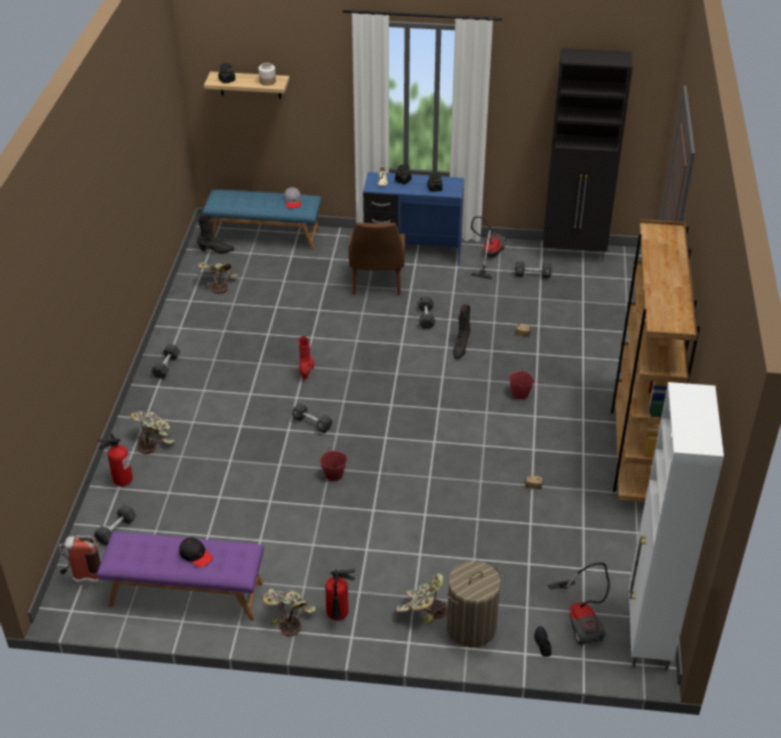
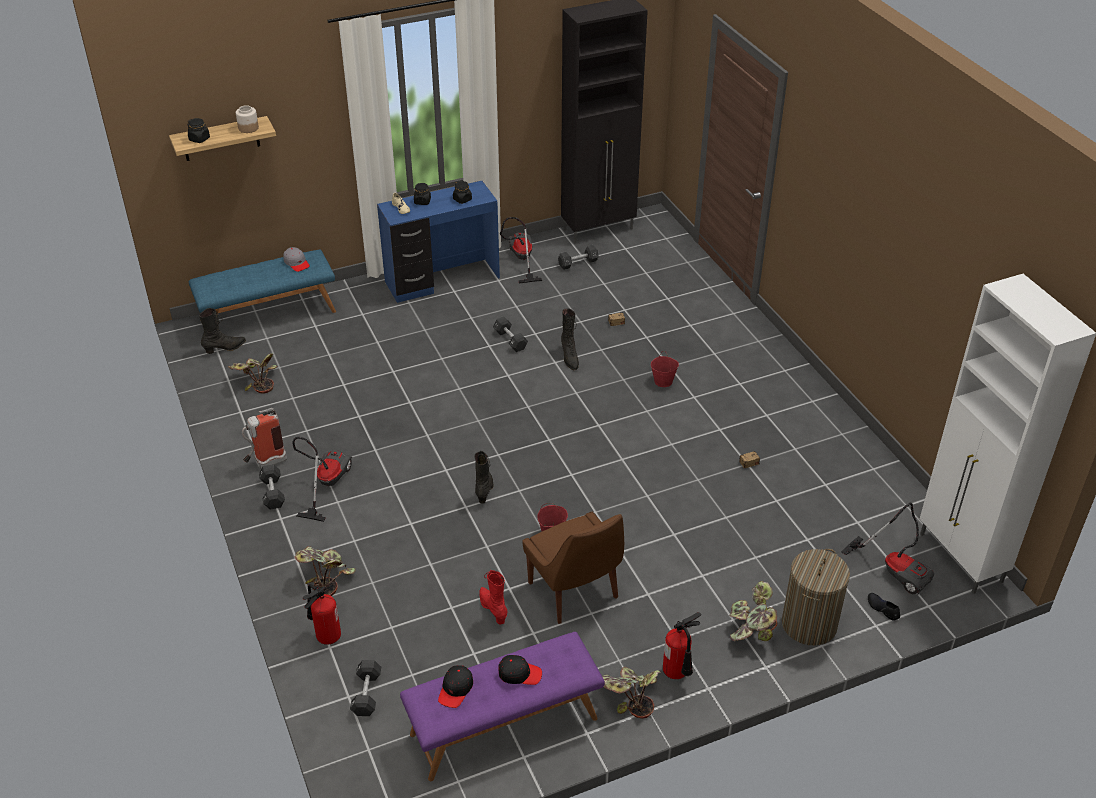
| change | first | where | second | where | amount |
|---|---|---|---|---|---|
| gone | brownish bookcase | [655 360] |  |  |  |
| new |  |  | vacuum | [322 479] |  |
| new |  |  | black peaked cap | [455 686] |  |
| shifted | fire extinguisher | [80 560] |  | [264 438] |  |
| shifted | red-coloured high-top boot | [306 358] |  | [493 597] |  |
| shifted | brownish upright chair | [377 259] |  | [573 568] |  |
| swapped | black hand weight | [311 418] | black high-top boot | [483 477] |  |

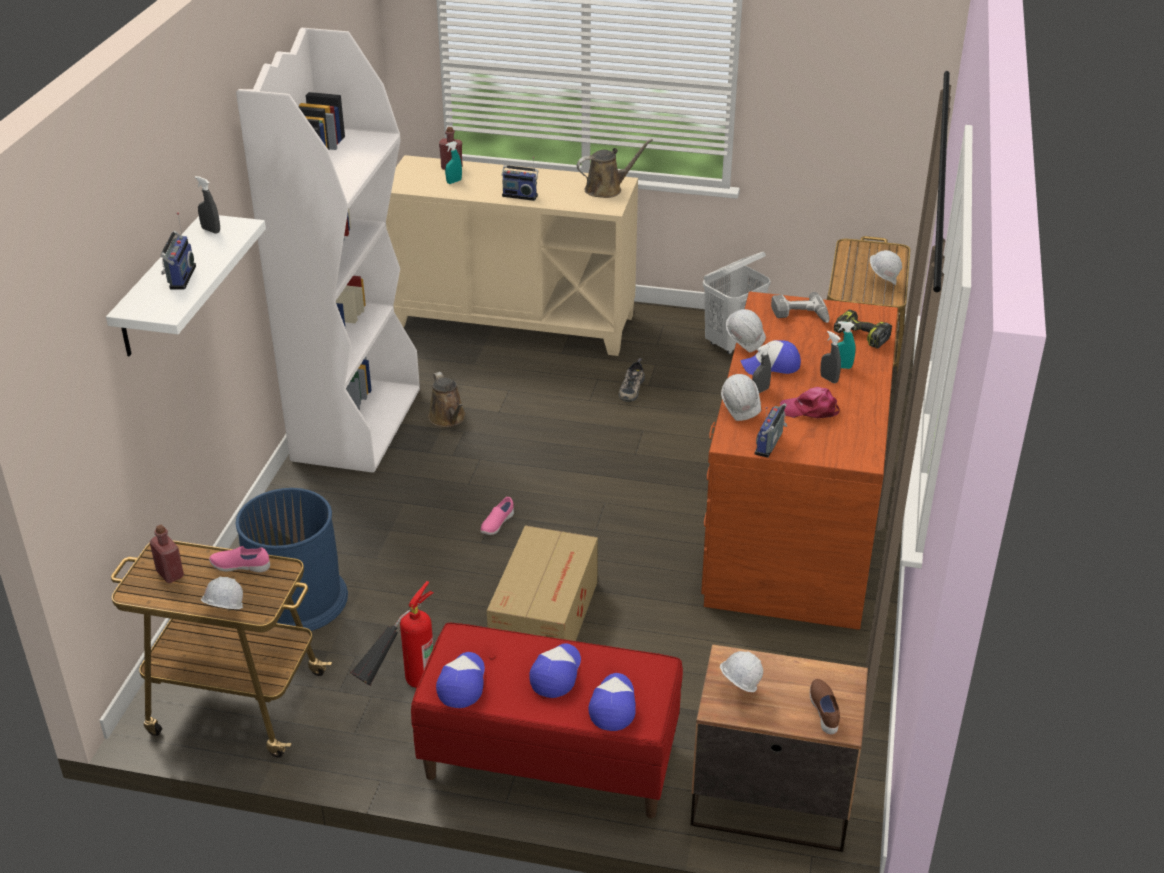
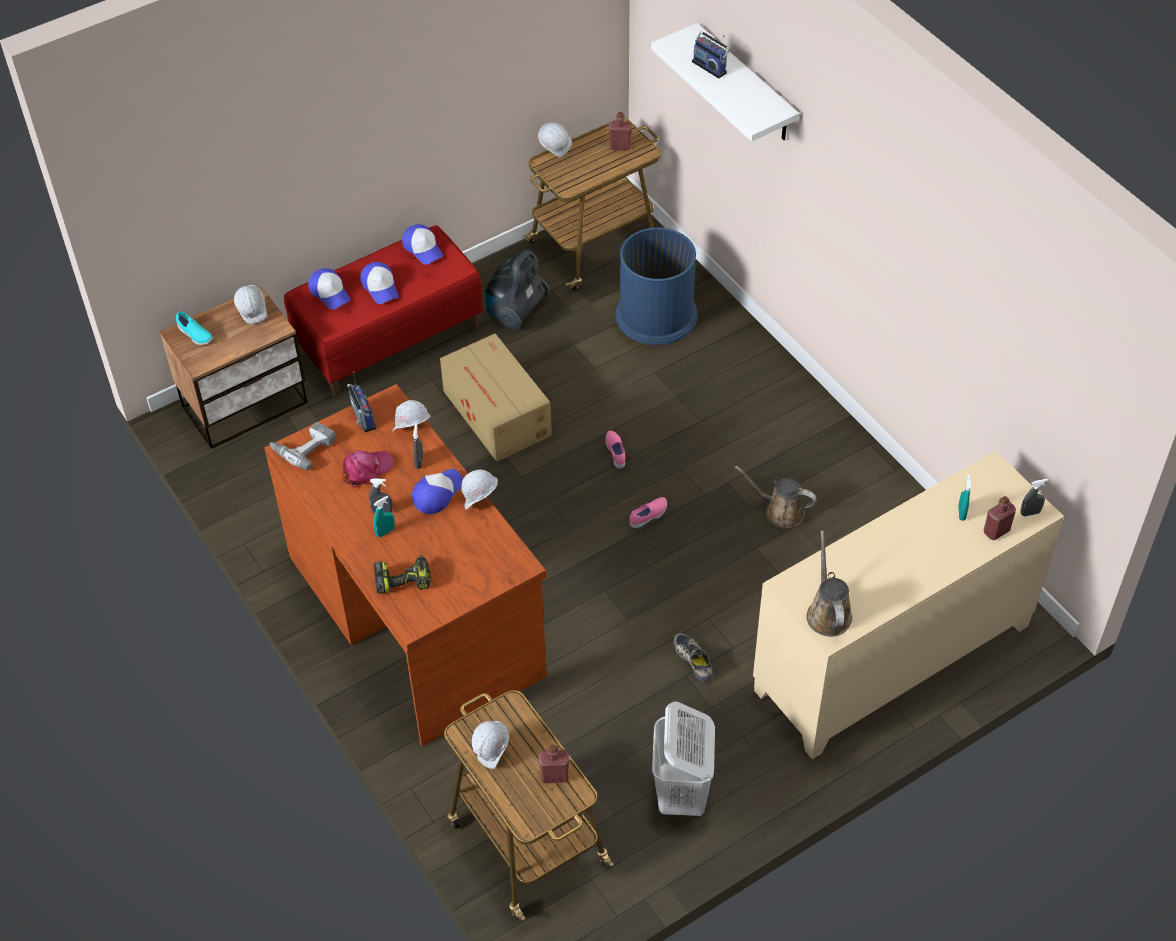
| change | first | where | second | where | amount |
|---|---|---|---|---|---|
| gone | white bookcase | [328 250] |  |  |  |
| gone | radio | [520 179] |  |  |  |
| new |  |  | red-coloured drink bottle | [553 764] |  |
| shifted | greyish spray bottle | [207 205] |  | [1034 497] |  |
| shifted | pink-coloured low shoe | [239 559] |  | [648 512] |  |
| shifted | electric drill | [800 307] |  | [303 446] |  |
| swapped | fire extinguisher | [392 634] | vacuum | [517 289] |  |
| repainted | brownish low shoe | [825 706] | turquoise low shoe | [194 328] |  |
| rotated | brownish watering pot | [615 168] |  | [829 584] | 150 degrees clockwise |

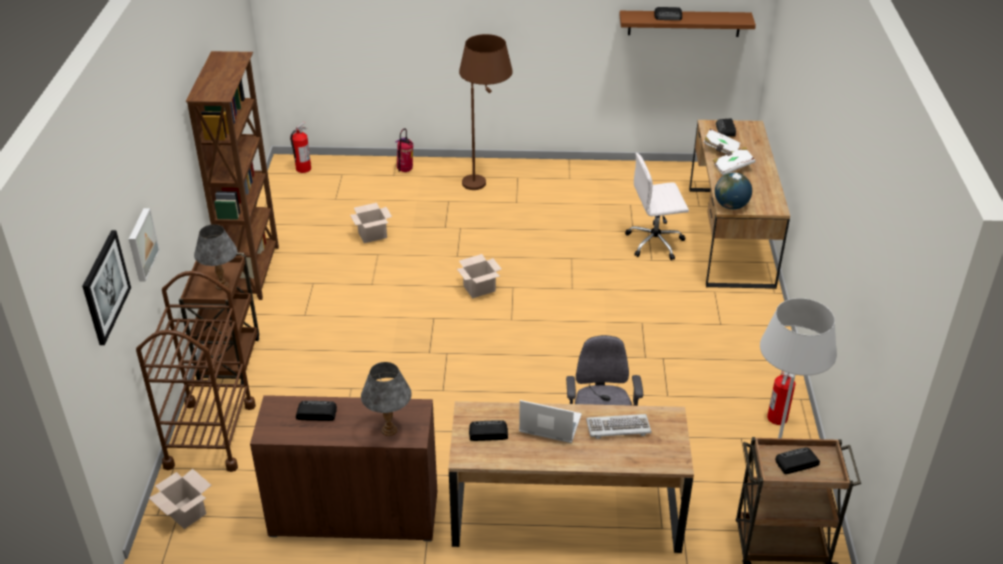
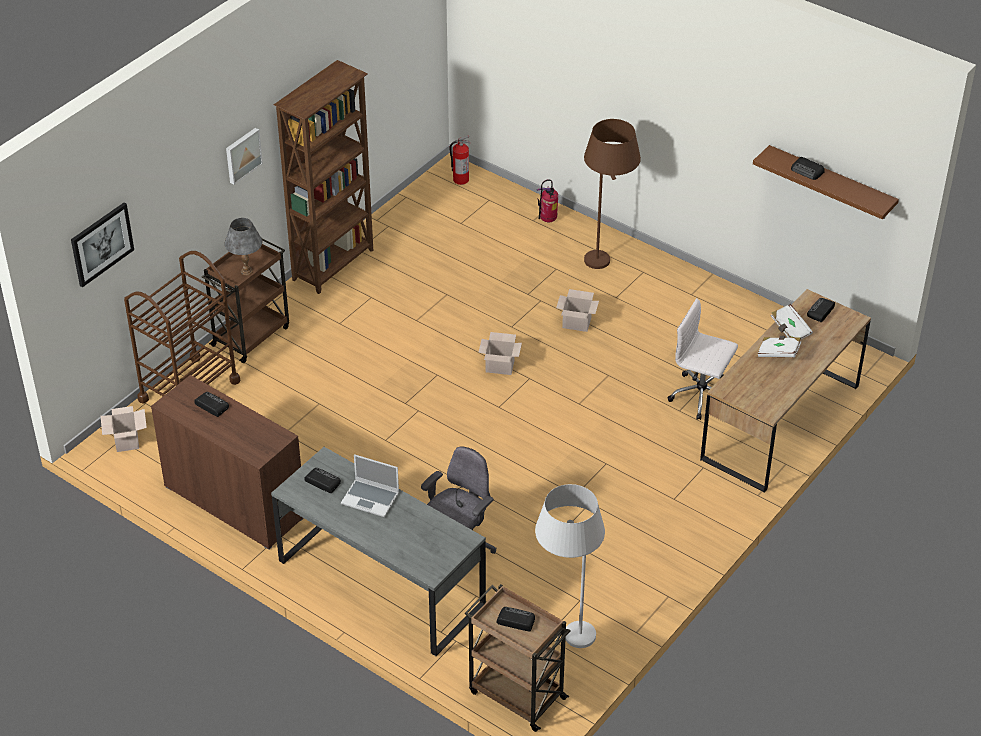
| change | first | where | second | where | amount |
|---|---|---|---|---|---|
| gone | greyish tabletop lamp | [386 399] |  |  |  |
| gone | computer keyboard | [619 426] |  |  |  |
| gone | world globe | [733 191] |  |  |  |
| gone | fire extinguisher | [781 398] |  |  |  |
| shifted | picture | [144 244] |  | [244 156] |  |
| shifted | carton | [371 223] |  | [577 310] |  |
| repainted | brownish desk unit | [571 477] | greyish desk unit | [378 552] |  |
| rotated | notebook computer | [550 421] |  | [370 485] | 150 degrees clockwise |

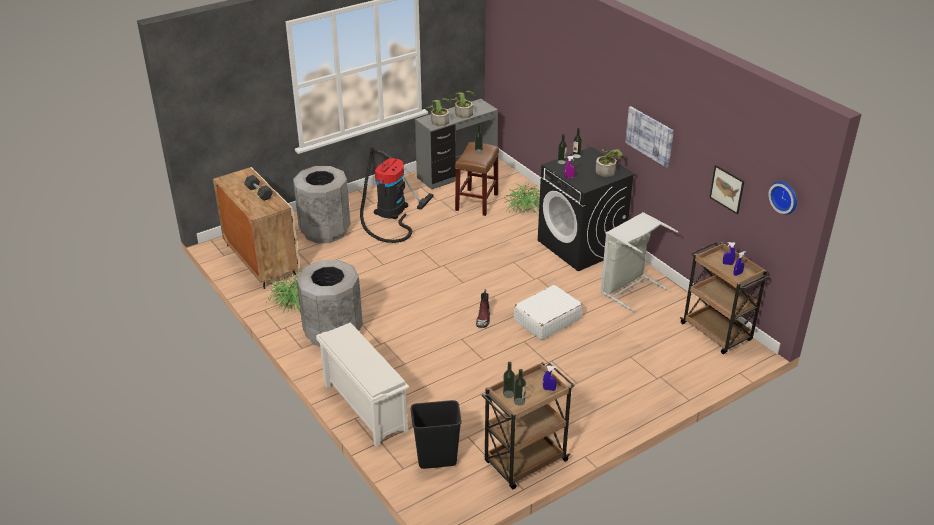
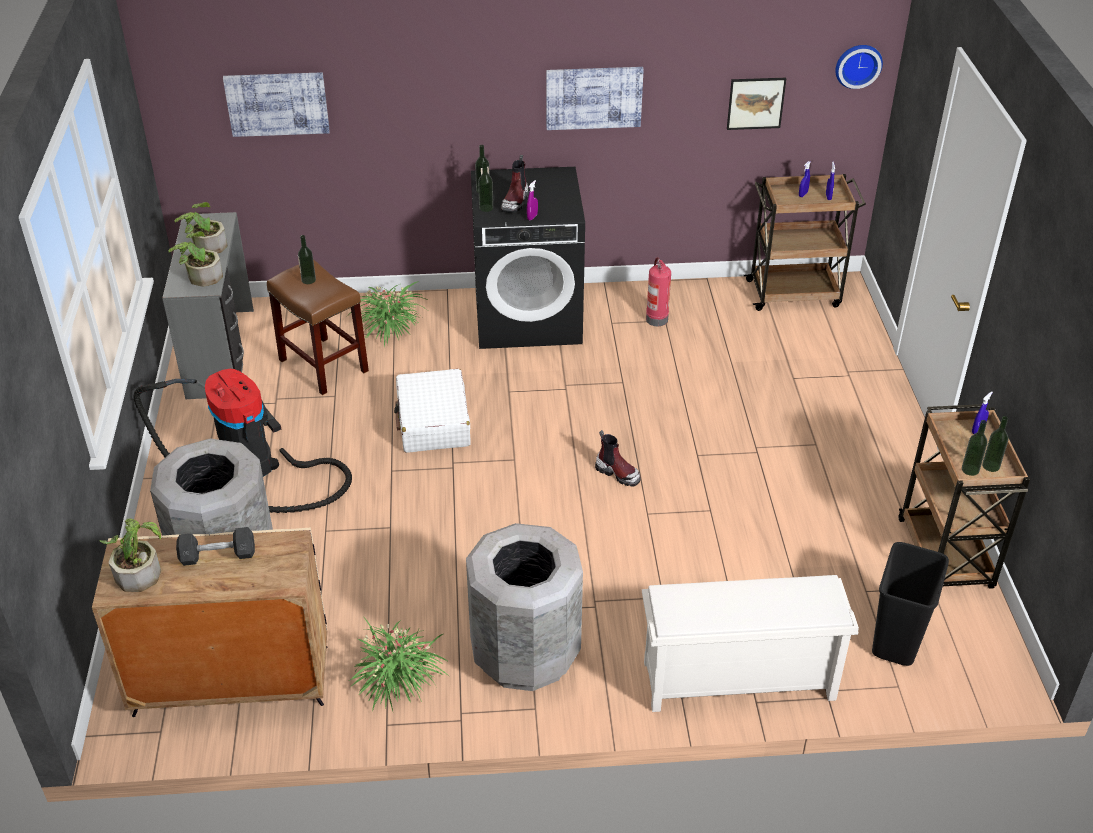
| change | first | where | second | where | amount |
|---|---|---|---|---|---|
| new |  |  | picture | [276 104] |  |
| new |  |  | high-top boot | [515 184] |  |
| shifted | white suitcase | [548 312] |  | [432 411] |  |
| shifted | plant in a pot | [608 163] |  | [130 555] |  |
| swapped | greyish hamper | [639 262] | fire extinguisher | [658 291] |  |

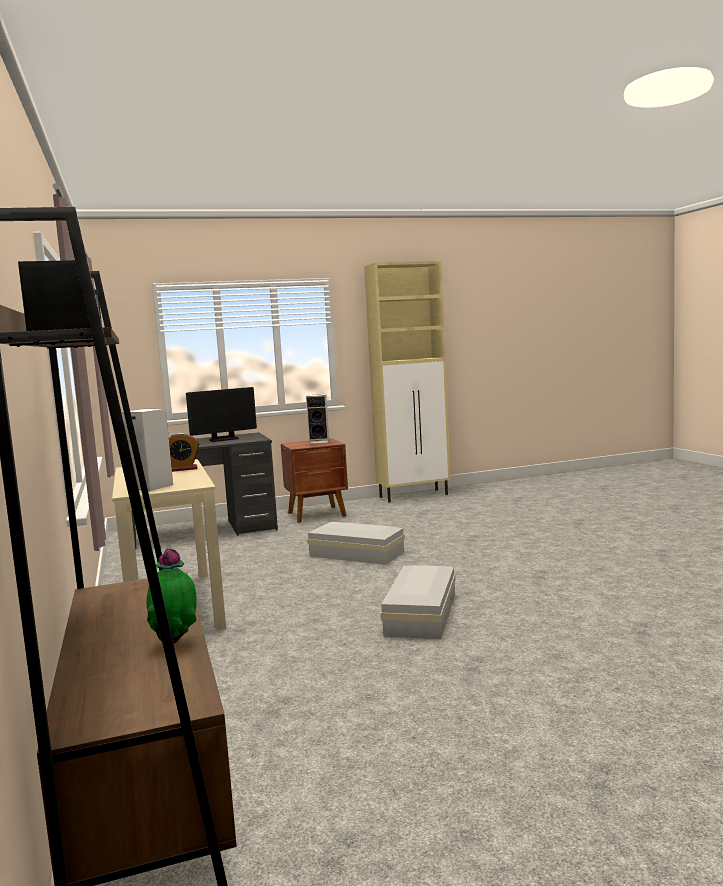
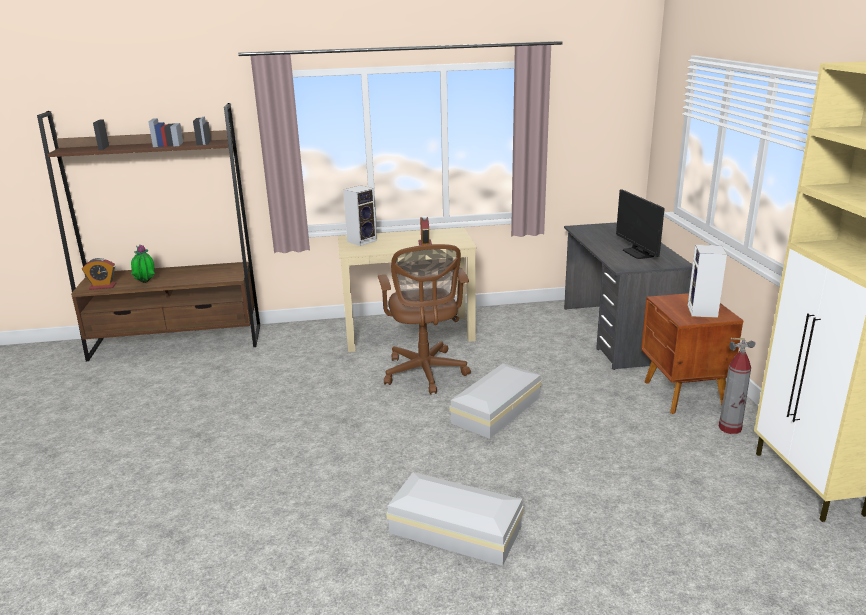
| change | first | where | second | where | amount |
|---|---|---|---|---|---|
| new |  |  | table clock | [99 274] |  |
| new |  |  | brownish computer chair | [424 319] |  |
| new |  |  | fire extinguisher | [737 386] |  |
| shifted | white storage box | [418 602] |  | [455 519] |  |

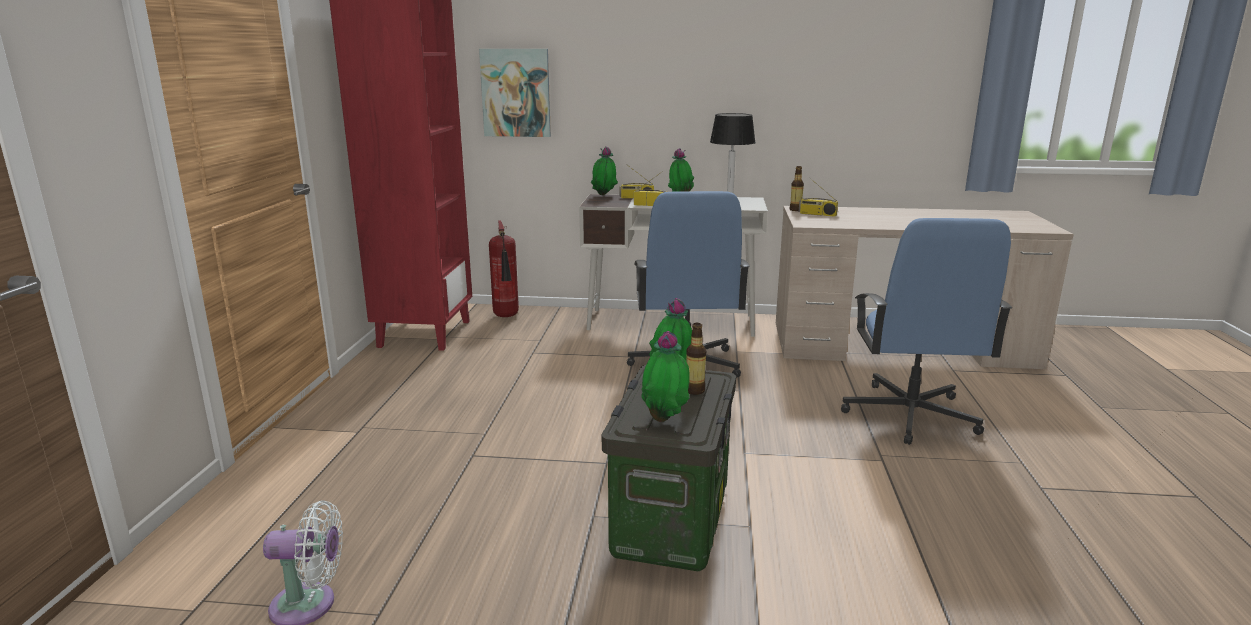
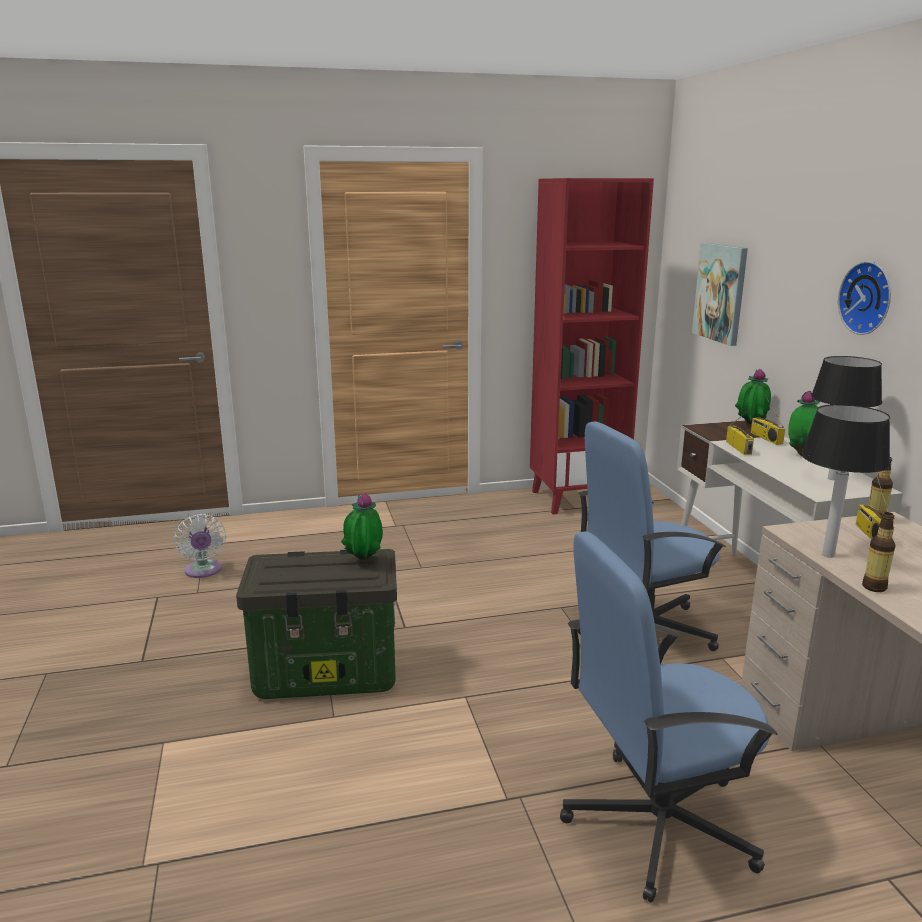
| change | first | where | second | where | amount |
|---|---|---|---|---|---|
| gone | fire extinguisher | [504 268] |  |  |  |
| gone | plant in a pot | [665 376] |  |  |  |
| new |  |  | tabletop lamp | [845 481] |  |
| new |  |  | clock on the wall | [864 298] |  |
| shifted | drink bottle | [696 359] |  | [879 552] |  |

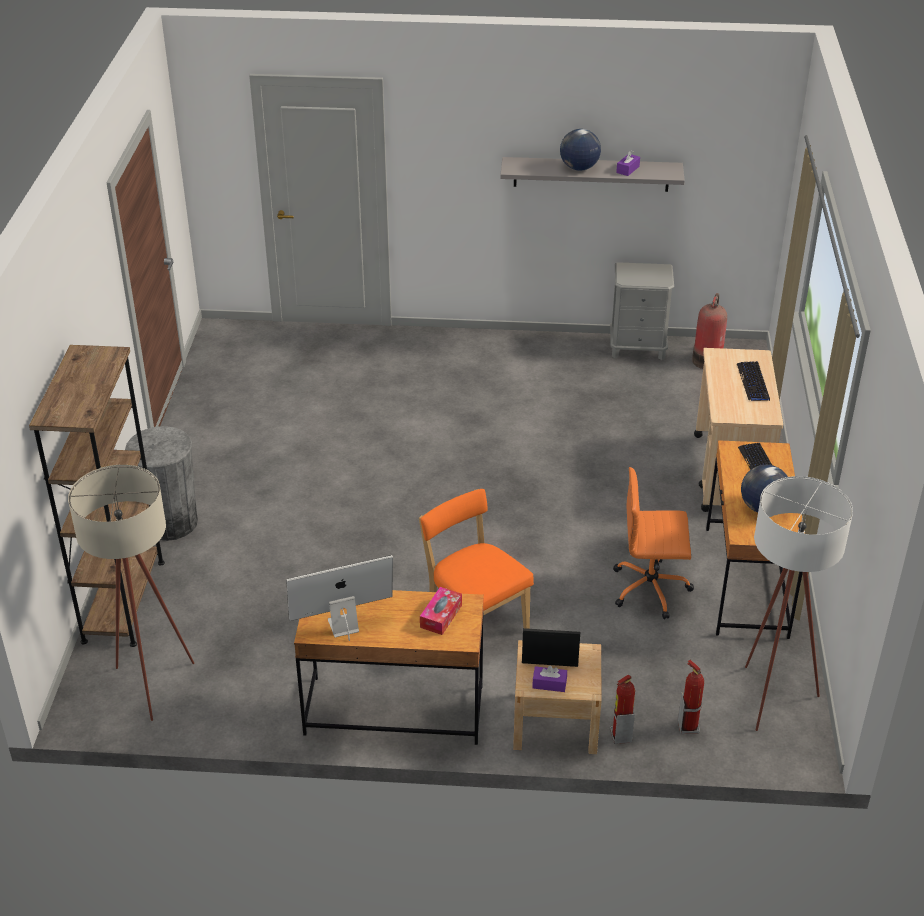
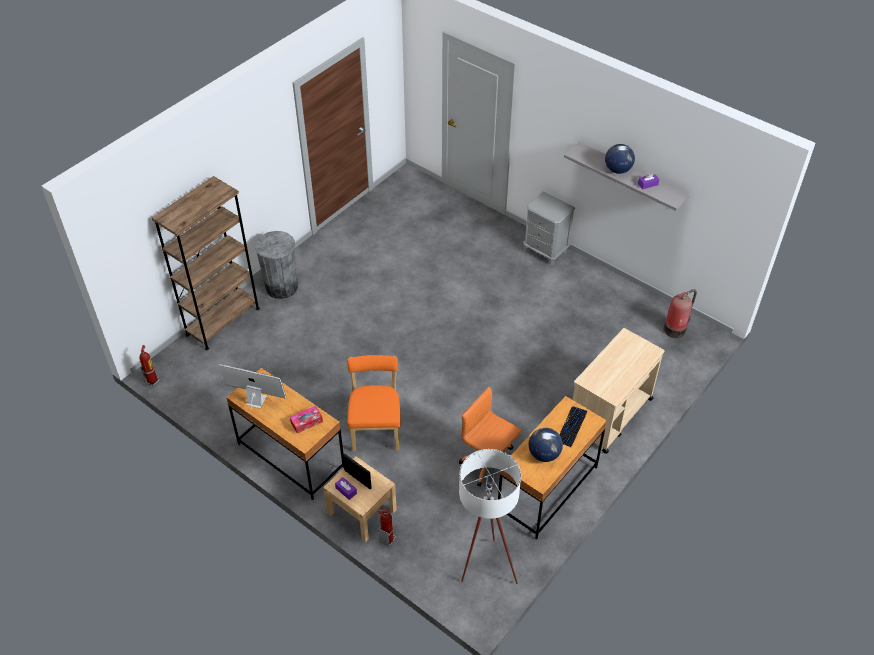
| change | first | where | second | where | amount |
|---|---|---|---|---|---|
| gone | beige standing lamp | [131 593] |  |  |  |
| gone | computer keyboard | [753 381] |  |  |  |
| shifted | greyish bedside table | [642 311] |  | [549 228] |  |
| shifted | fire extinguisher | [691 697] |  | [149 366] |  |

